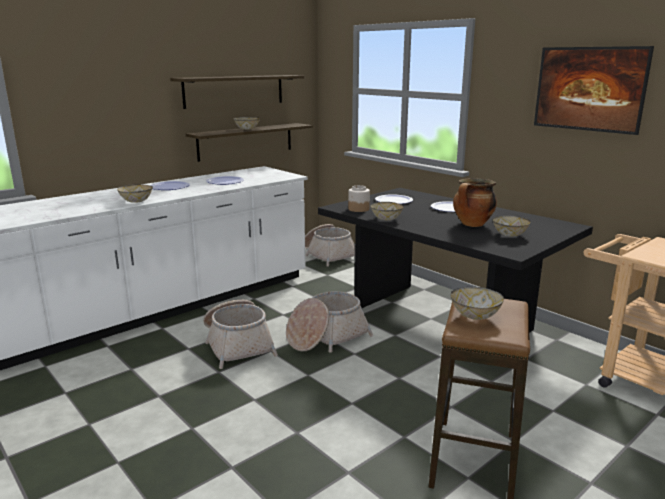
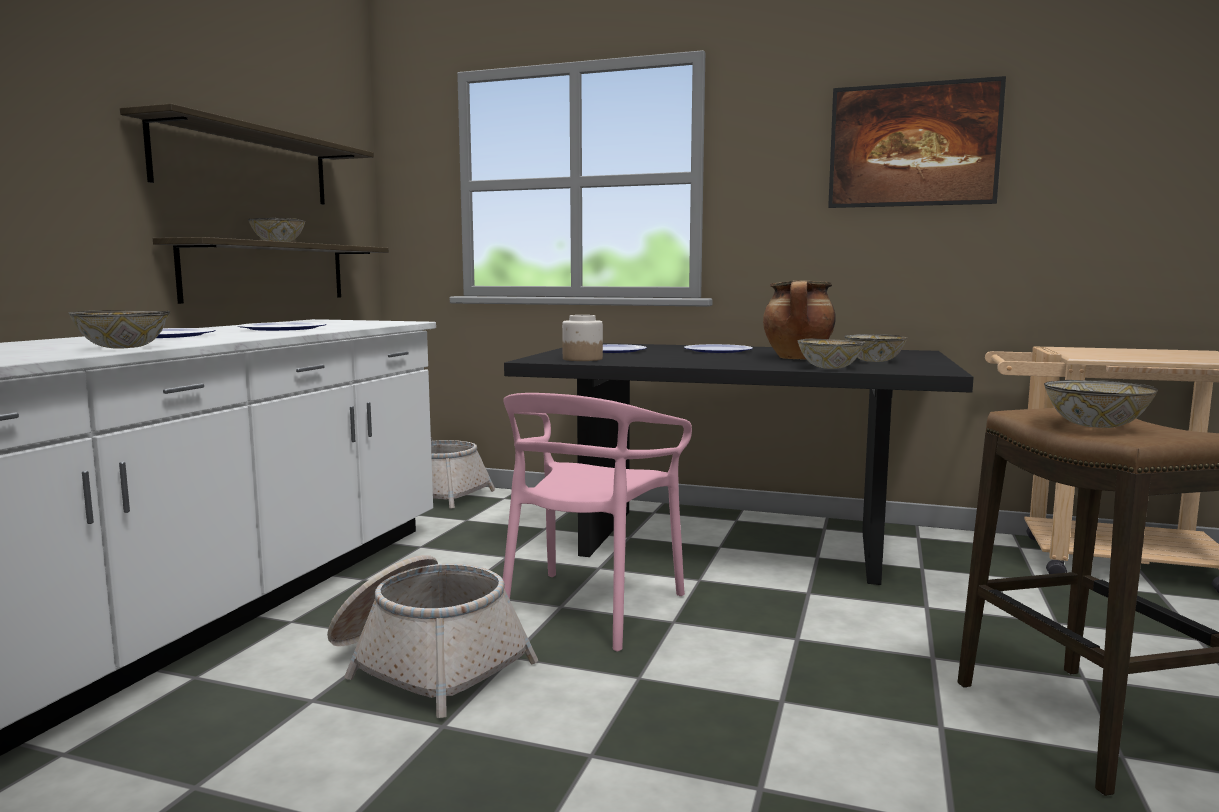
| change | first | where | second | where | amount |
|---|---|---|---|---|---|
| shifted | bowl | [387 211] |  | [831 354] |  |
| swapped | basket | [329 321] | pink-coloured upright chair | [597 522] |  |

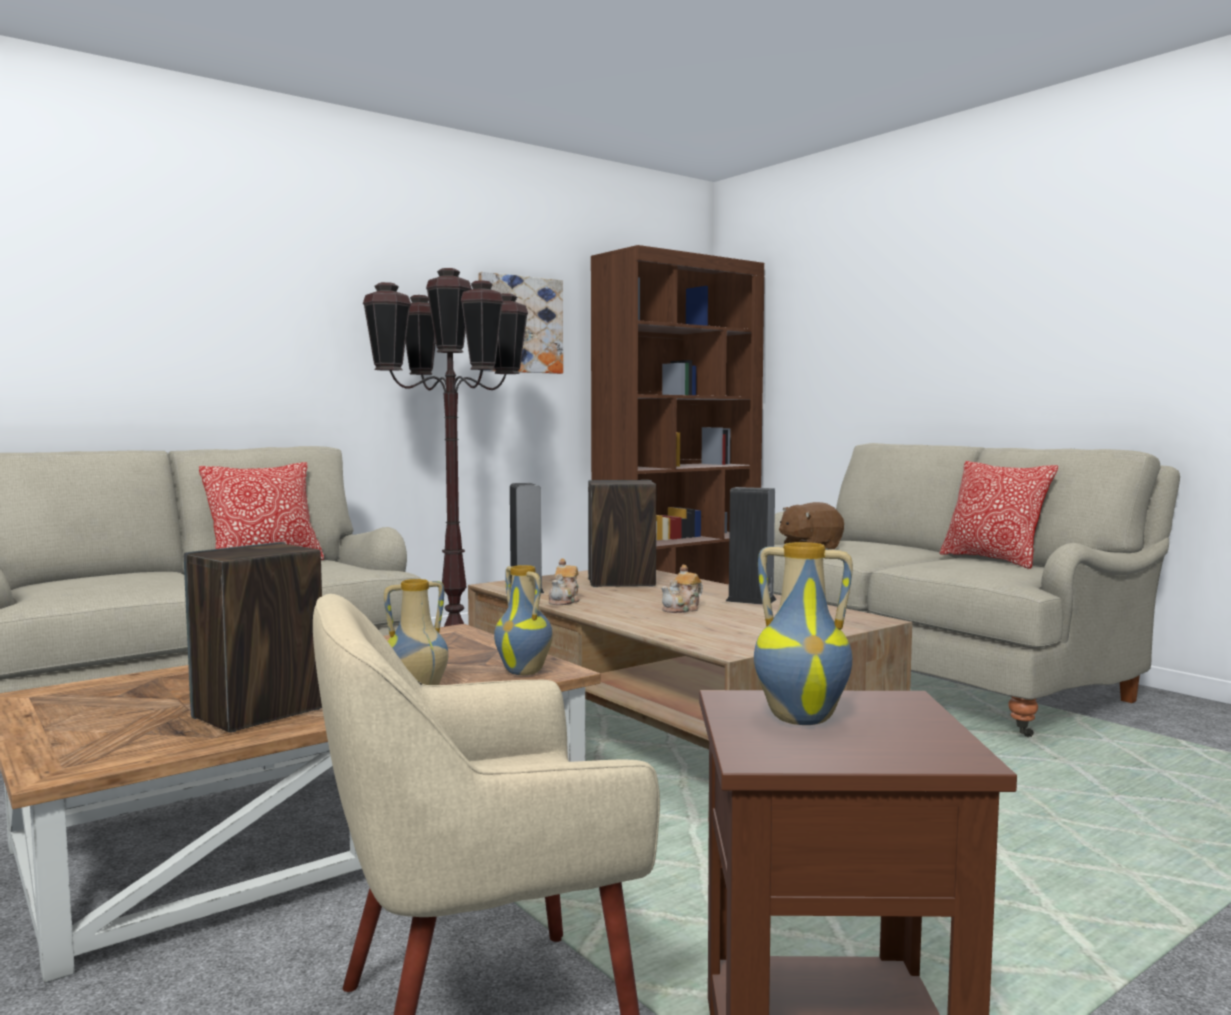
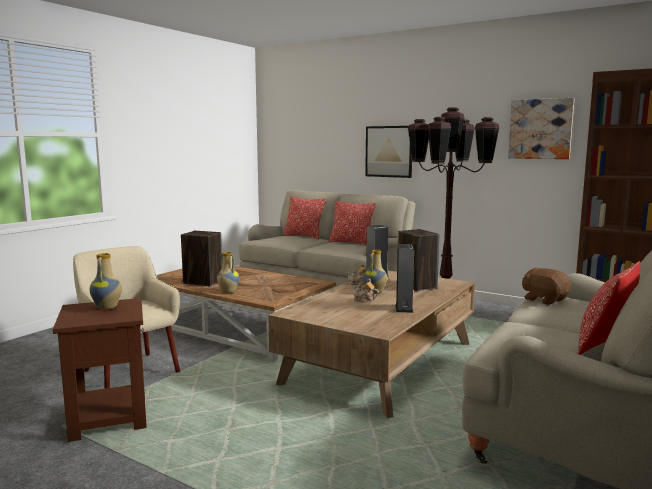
| change | first | where | second | where | amount |
|---|---|---|---|---|---|
| new |  |  | pillow | [304 217] |  |
| new |  |  | picture | [388 152] |  |
| shifted | flower vase | [523 620] |  | [375 272] |  |

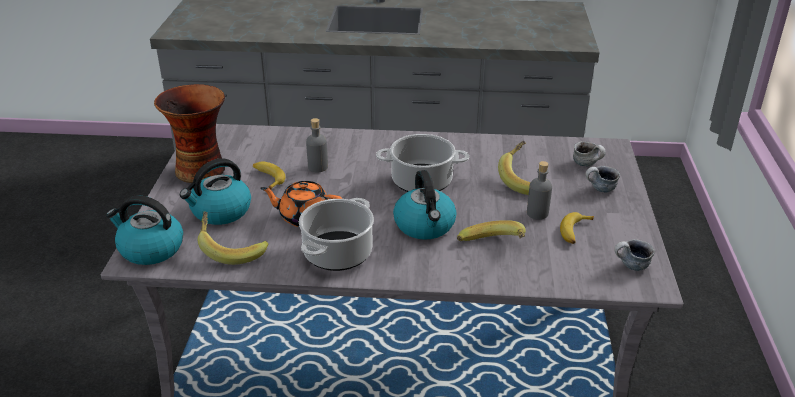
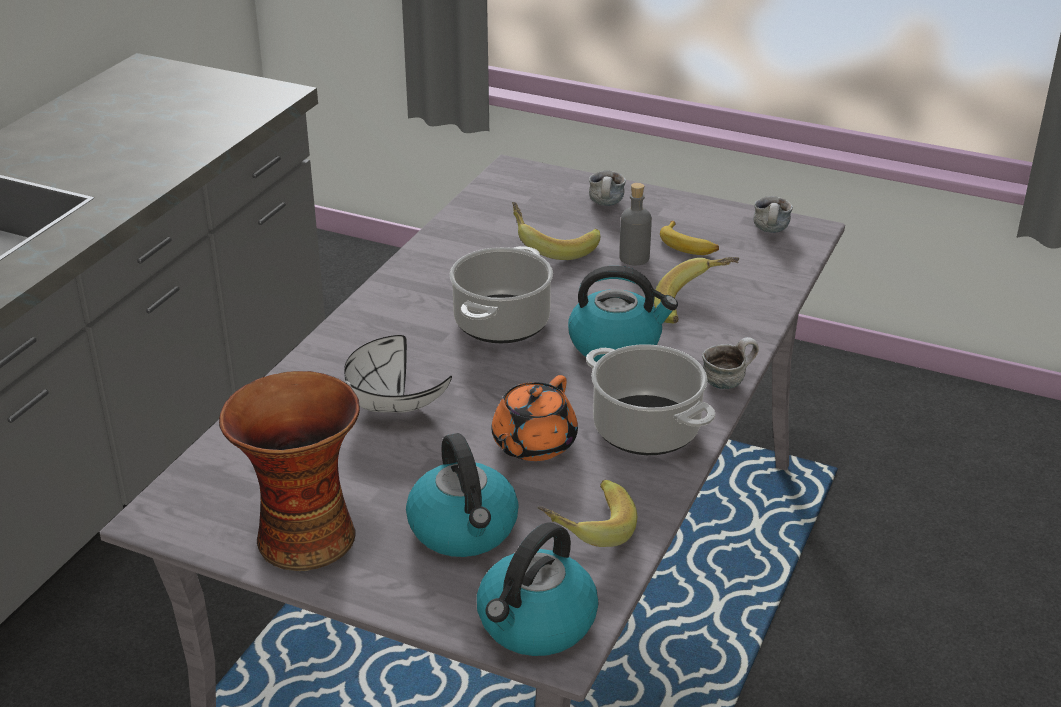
| change | first | where | second | where | amount |
|---|---|---|---|---|---|
| gone | whole banana | [269 175] |  |  |  |
| shifted | tea mug | [589 153] |  | [730 363] |  |
| swapped | greyish drink bottle | [317 145] | white bowl | [398 374] |  |

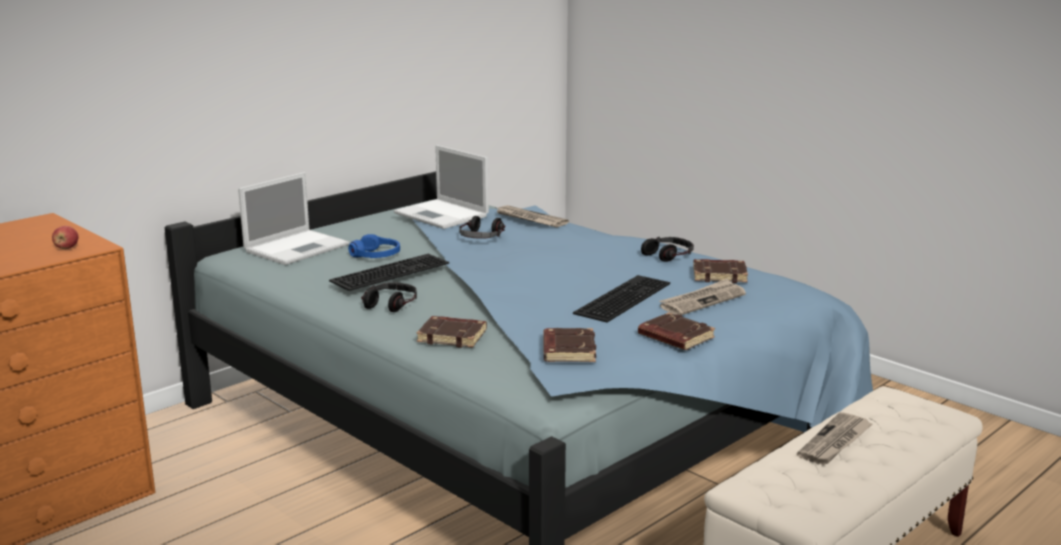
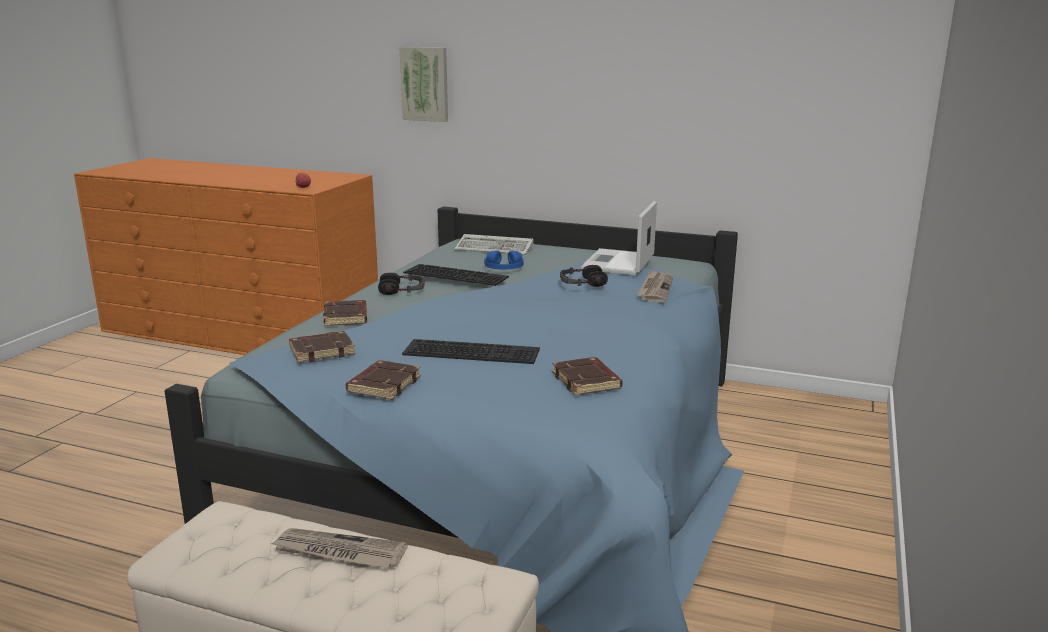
| change | first | where | second | where | amount |
|---|---|---|---|---|---|
| gone | headset | [667 249] |  |  |  |
| gone | printed paper | [702 297] |  |  |  |
| new |  |  | picture | [423 84] |  |
| swapped | notebook computer | [293 218] | computer keyboard | [494 244] |  |

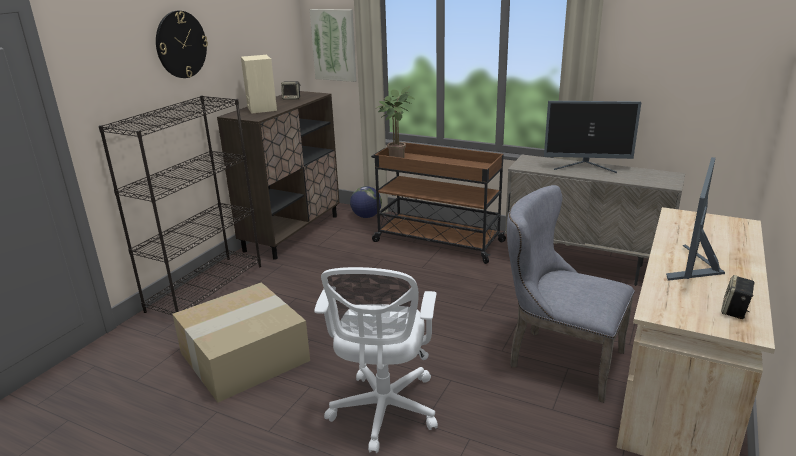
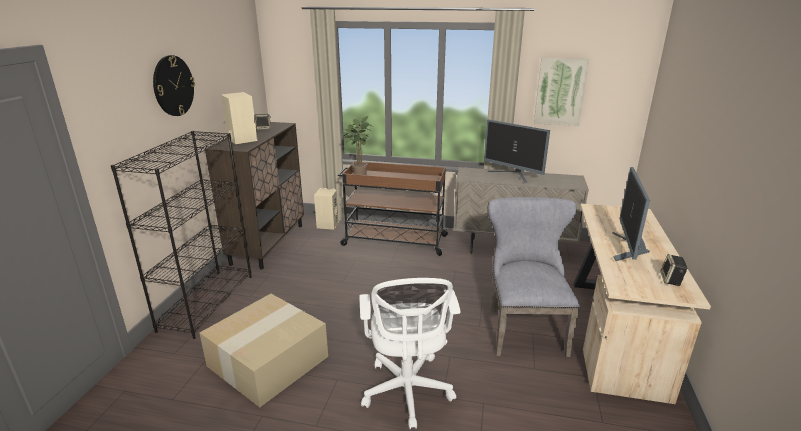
| change | first | where | second | where | amount |
|---|---|---|---|---|---|
| shifted | picture | [333 45] |  | [561 92] |  |
| swapped | world globe | [366 202] | beige audio speaker | [326 209] |  |
| rotated | greyish upright chair | [571 294] |  | [533 277] | 75 degrees clockwise |
| rotated | computer screen | [592 137] |  | [517 151] | 45 degrees clockwise |

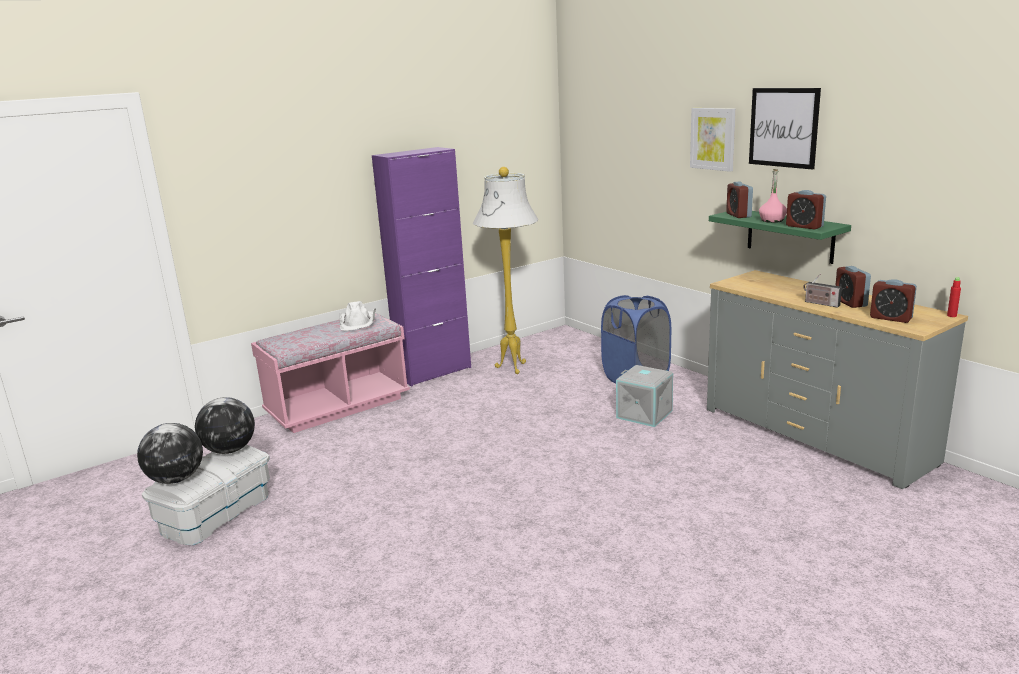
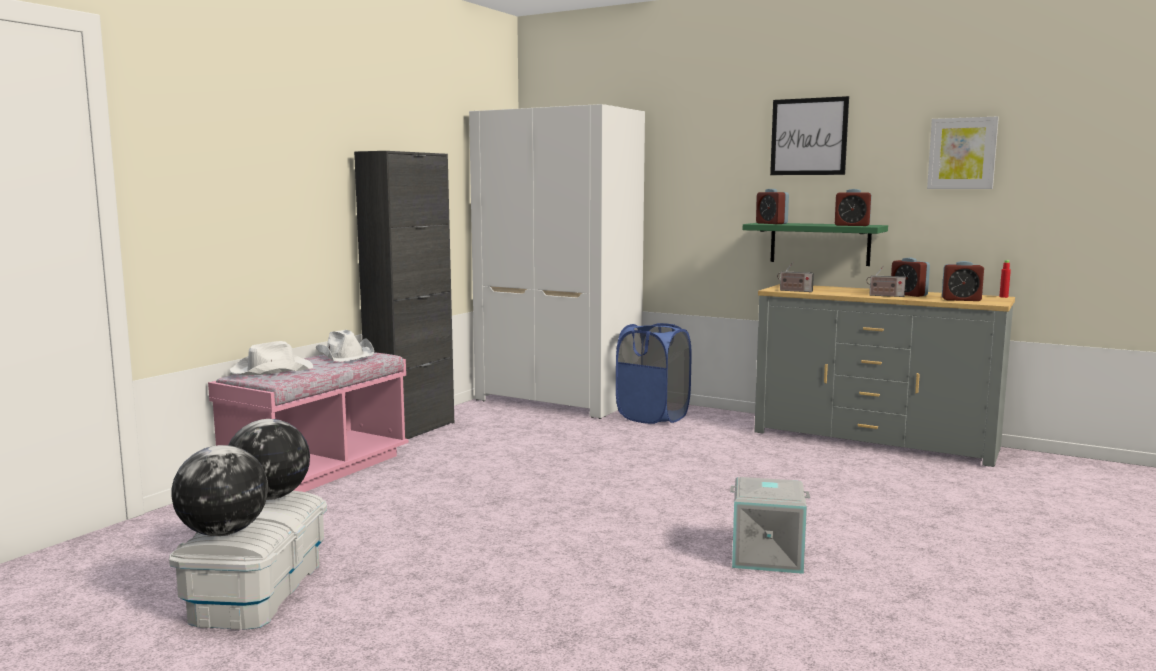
| change | first | where | second | where | amount |
|---|---|---|---|---|---|
| gone | white standing lamp | [505 270] |  |  |  |
| gone | pink-coloured drink bottle | [773 196] |  |  |  |
| new |  |  | white clothing hat | [271 358] |  |
| new |  |  | white armoire | [557 261] |  |
| new |  |  | radio | [795 277] |  |
| shifted | greyish storage box | [644 396] |  | [770 525] |  |
| shifted | picture | [713 140] |  | [963 152] |  |
| repainted | purple-coloured cupboard | [421 266] | black cupboard | [404 295] |  |

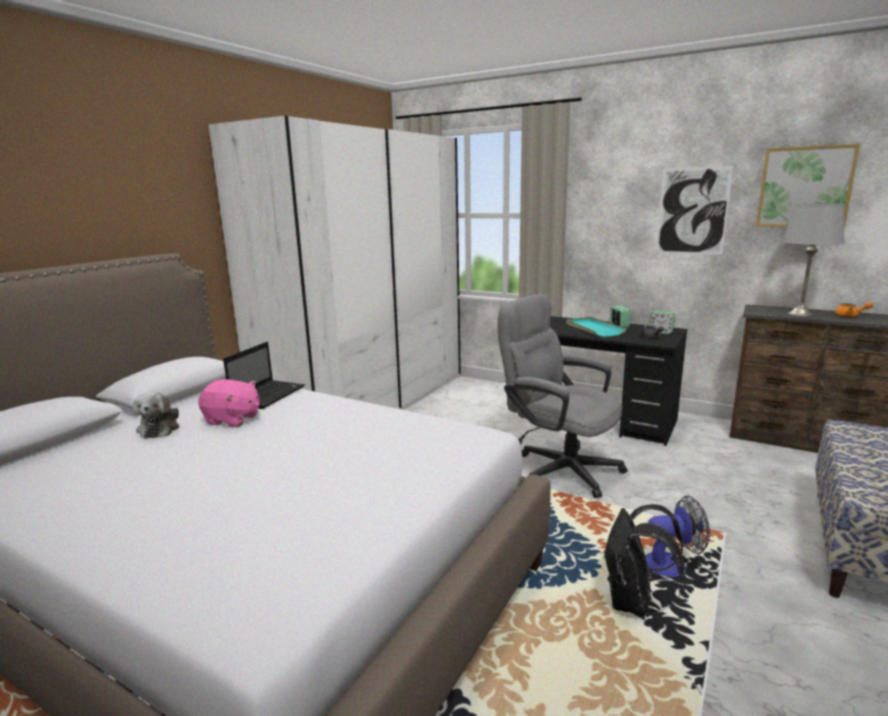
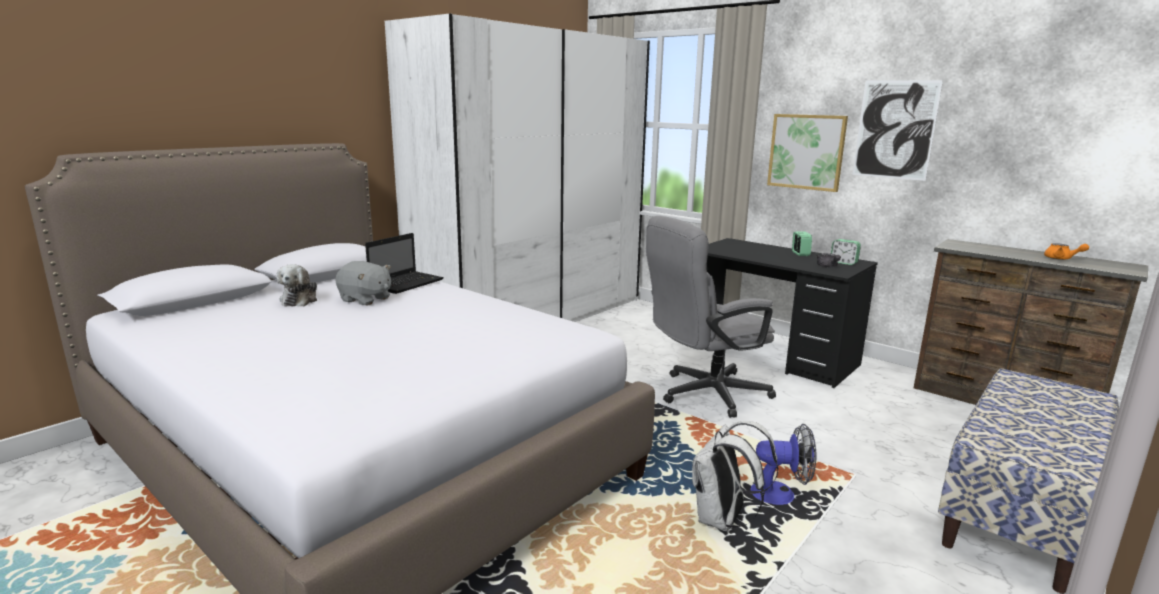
| change | first | where | second | where | amount |
|---|---|---|---|---|---|
| gone | turquoise tray | [596 327] |  |  |  |
| gone | greyish tabletop lamp | [813 260] |  |  |  |
| shifted | picture | [808 186] |  | [807 153] |  |
| repainted | pink-coloured cuddly toy | [229 403] | greyish cuddly toy | [363 283] |  |
| repainted | black rucksack | [644 560] | white rucksack | [735 476] |  |
| rotated | greyish computer chair | [562 396] |  | [711 317] | 75 degrees counterclockwise |

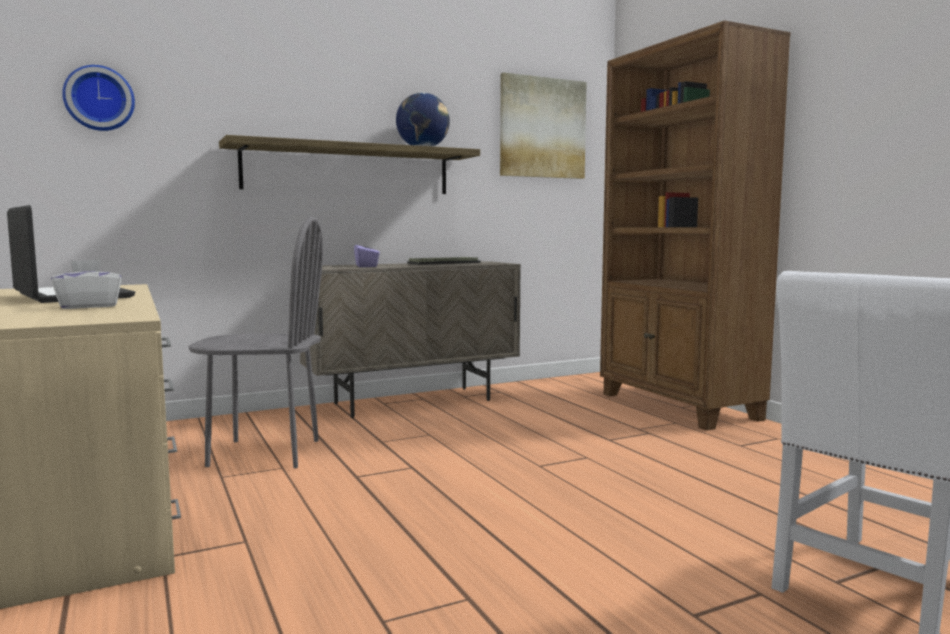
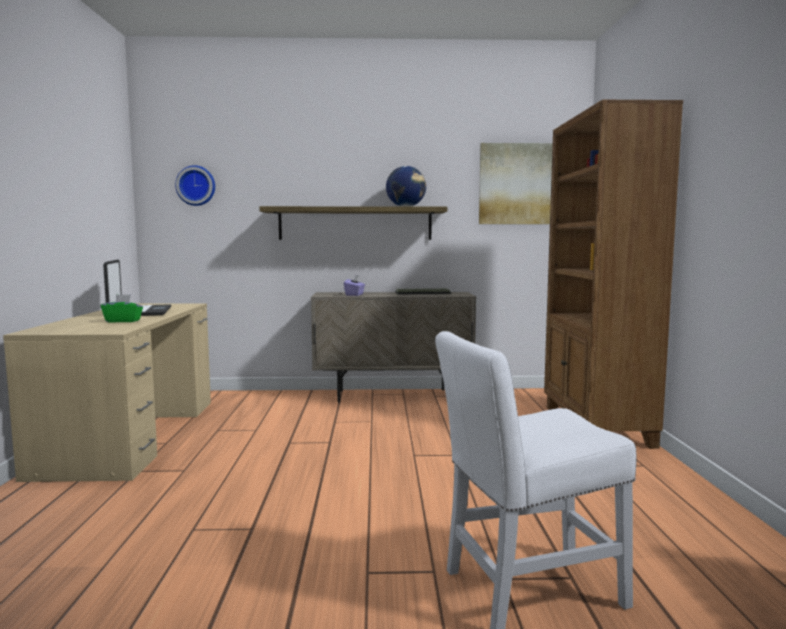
| change | first | where | second | where | amount |
|---|---|---|---|---|---|
| gone | greyish upright chair | [255 342] |  |  |  |
| repainted | white tissue box | [86 284] | green-coloured tissue box | [122 308] |  |

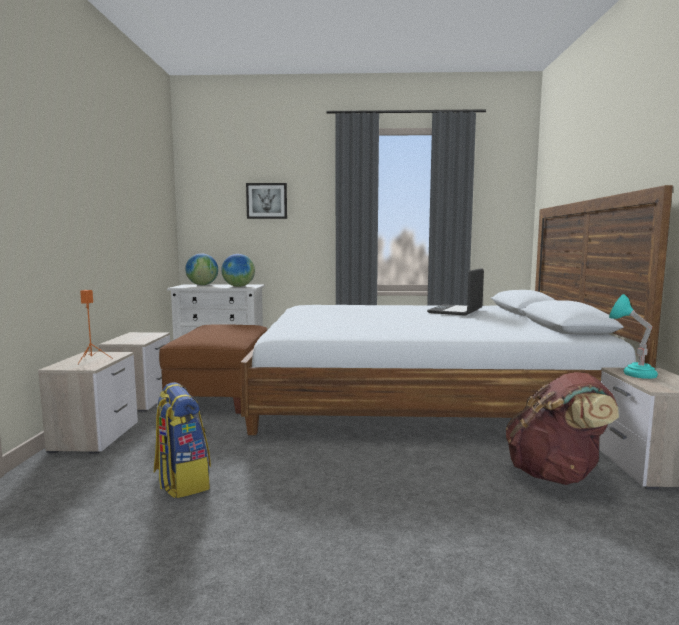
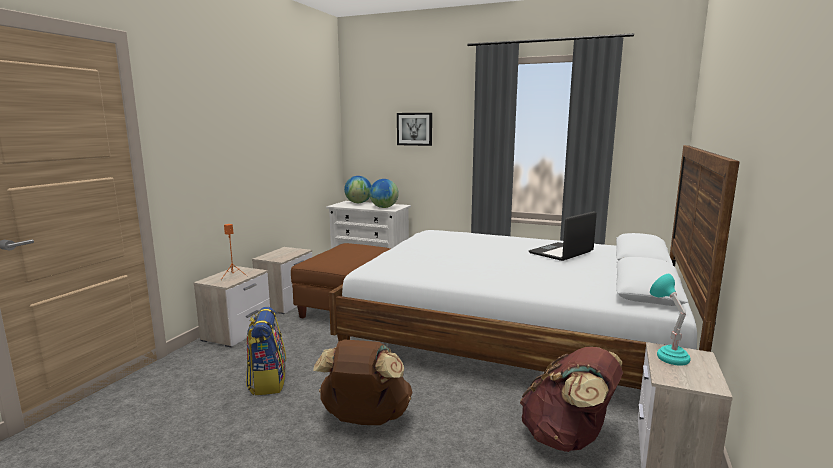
| change | first | where | second | where | amount |
|---|---|---|---|---|---|
| new |  |  | brownish rucksack | [363 382] |  |

